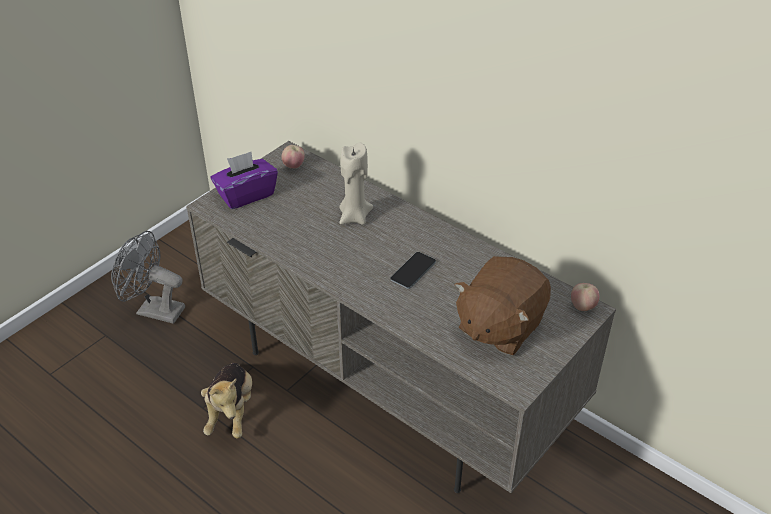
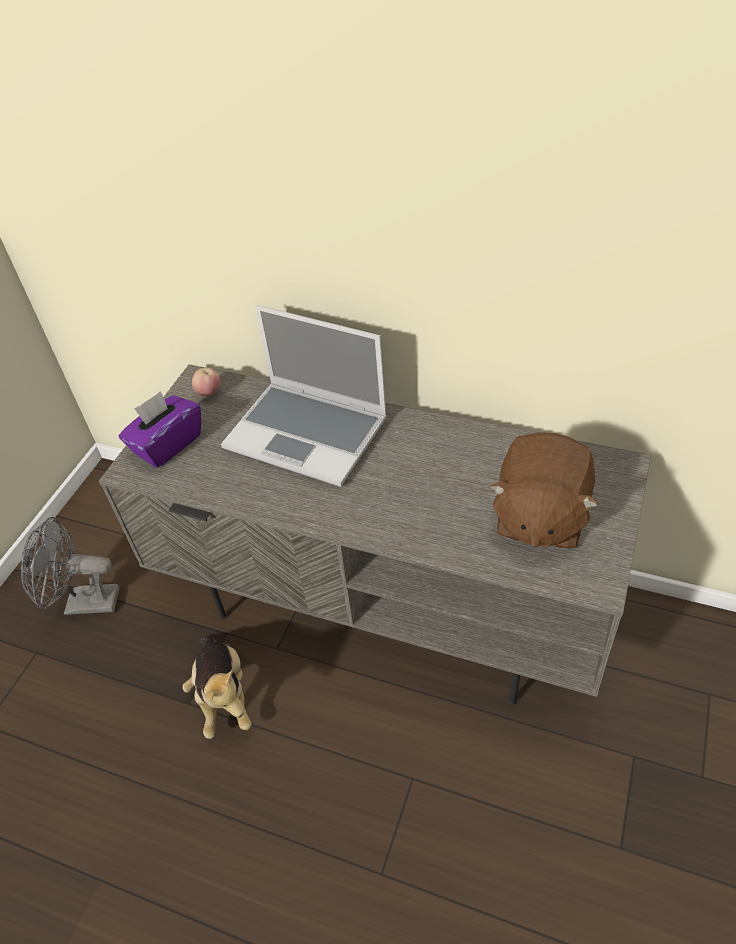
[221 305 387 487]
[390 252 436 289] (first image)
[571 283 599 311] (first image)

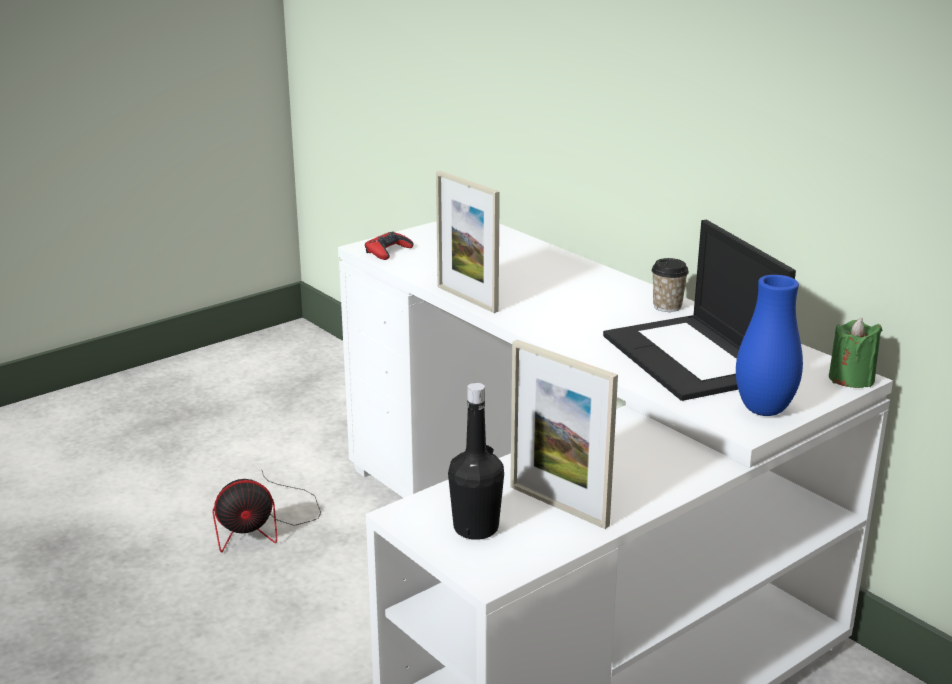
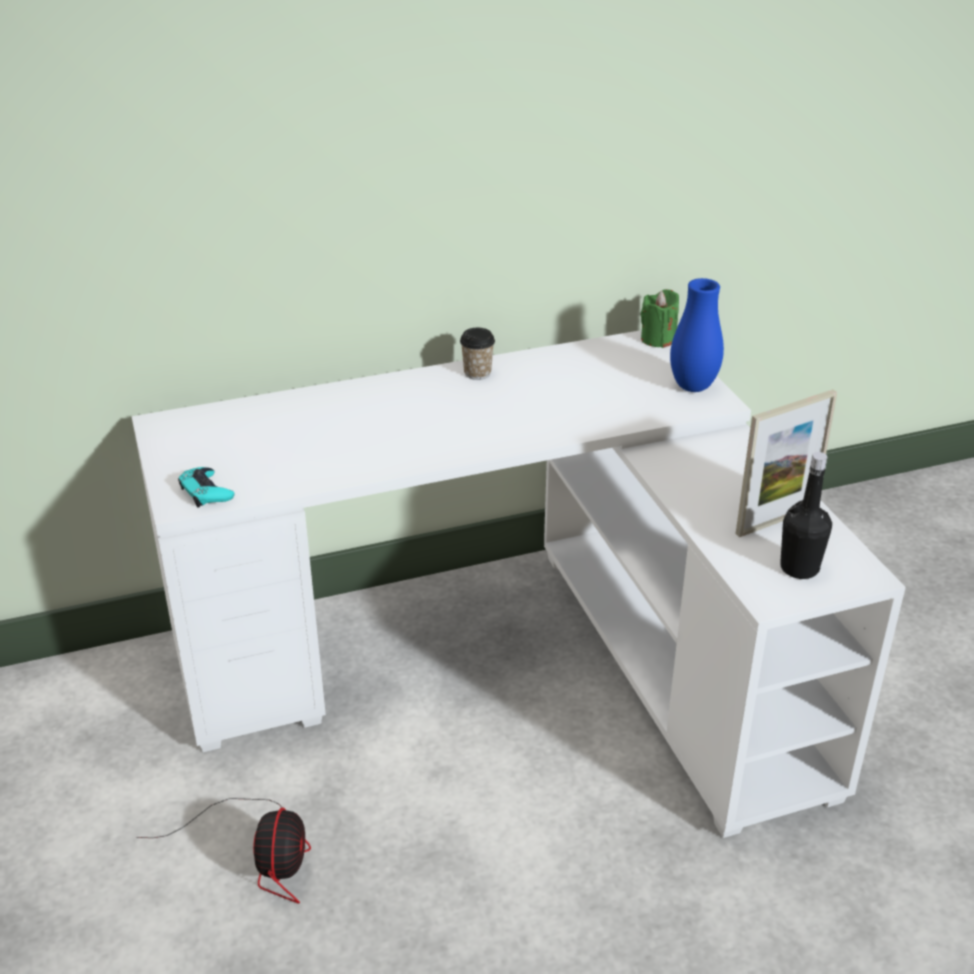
[178 467 235 508]
[436 171 500 313] (first image)
[603 220 796 401] (first image)

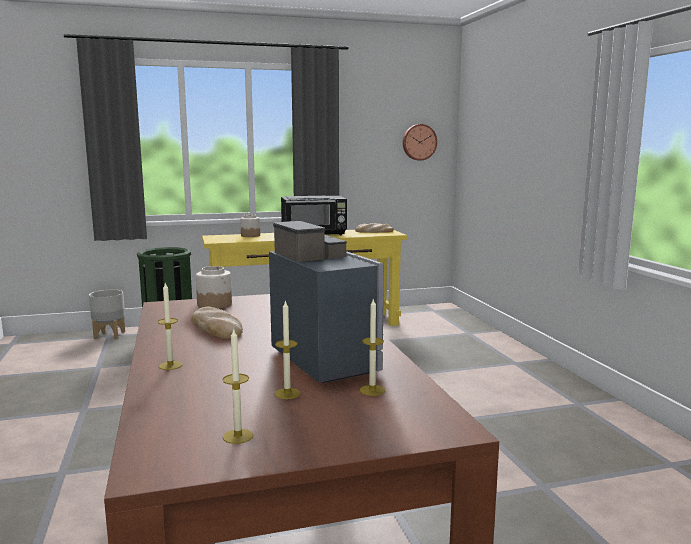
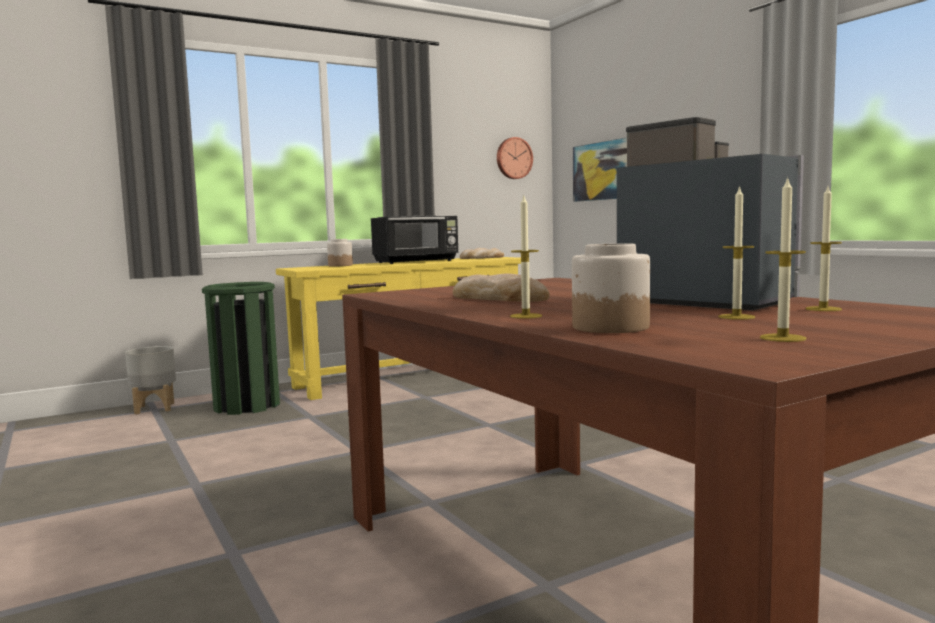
[572 243 650 333]
[573 138 627 202]

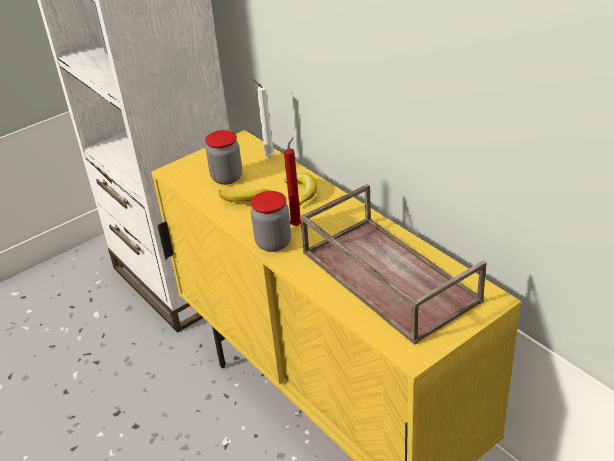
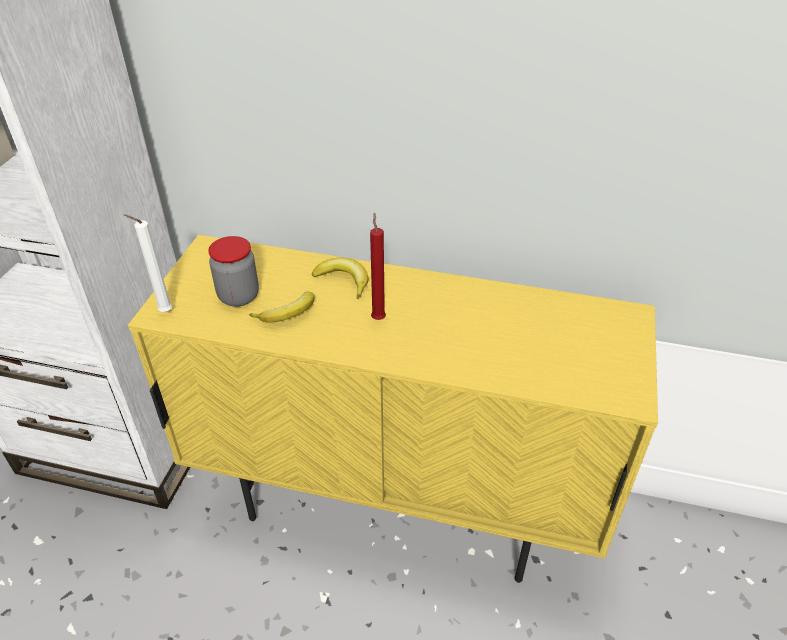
[251 191 291 252] (first image)
[124 214 172 312]
[300 184 487 345] (first image)

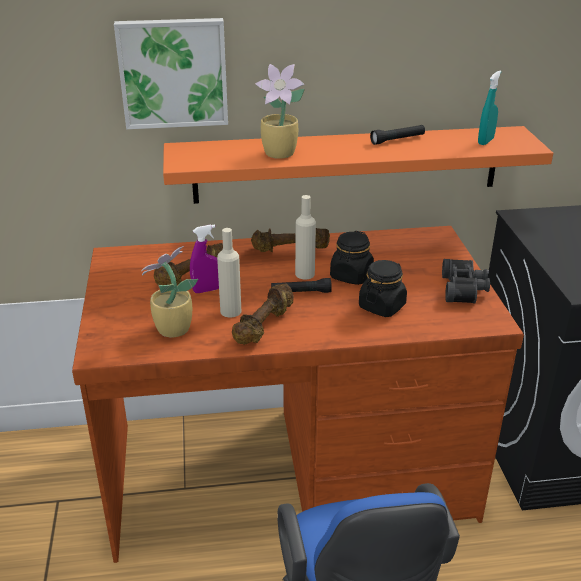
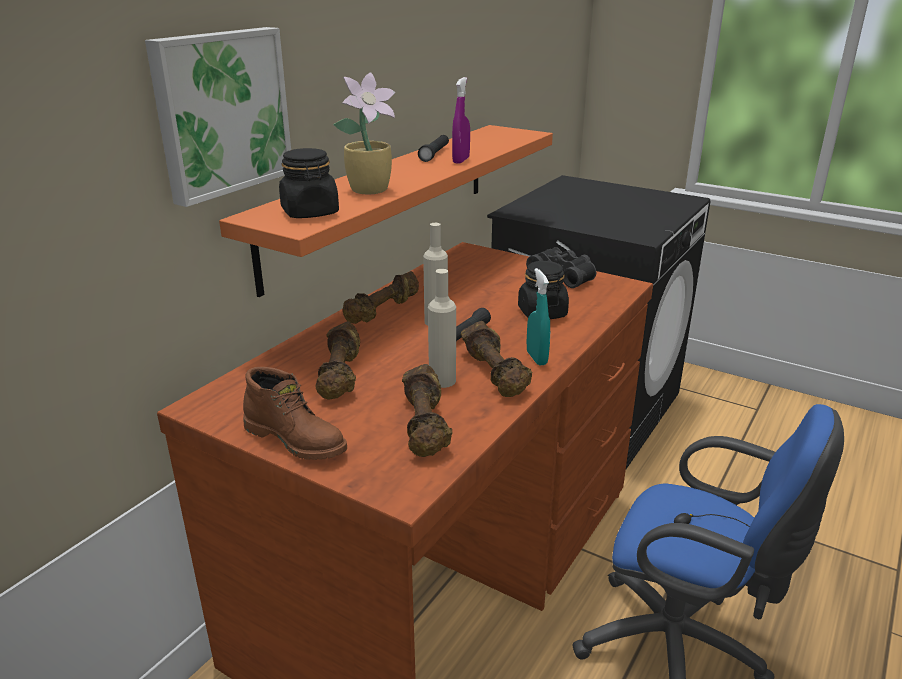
[402 364 453 457]
[452 77 470 164]
[279 148 339 218]
[527 268 550 366]
[243 367 347 460]

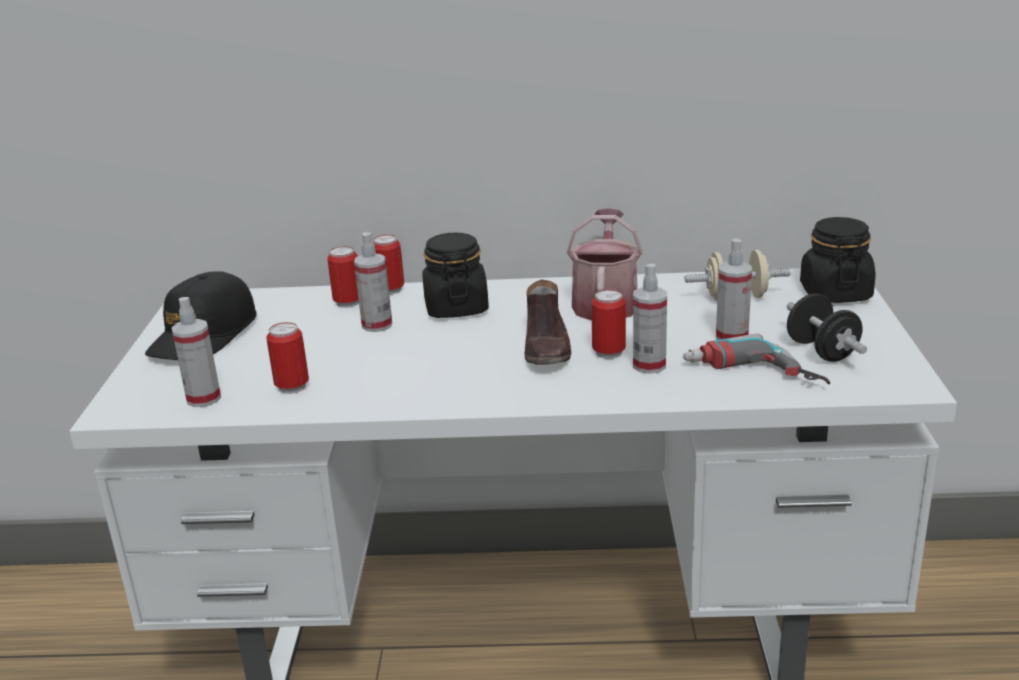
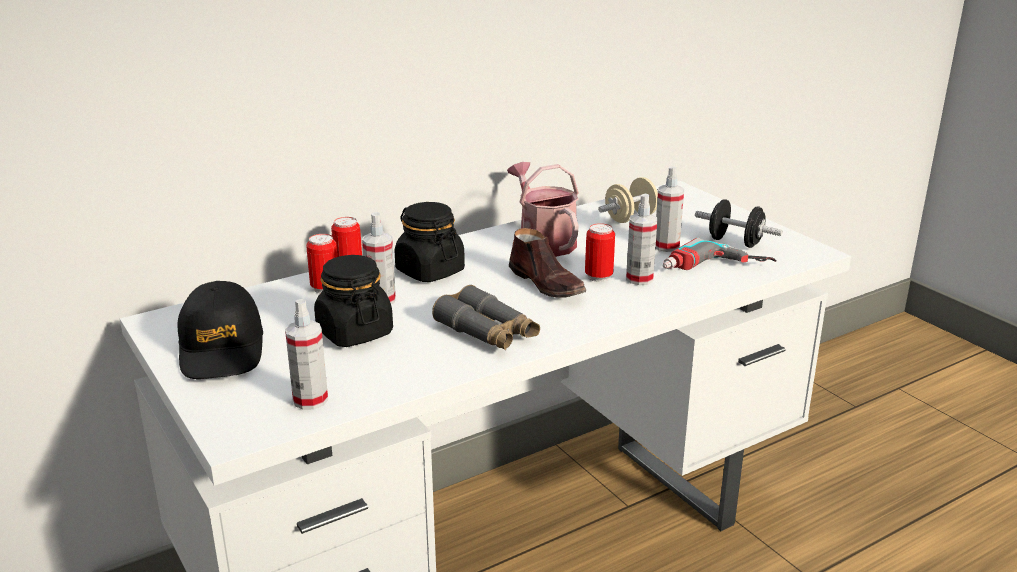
[266 322 309 394] (first image)
[314 255 393 347]
[432 285 540 350]

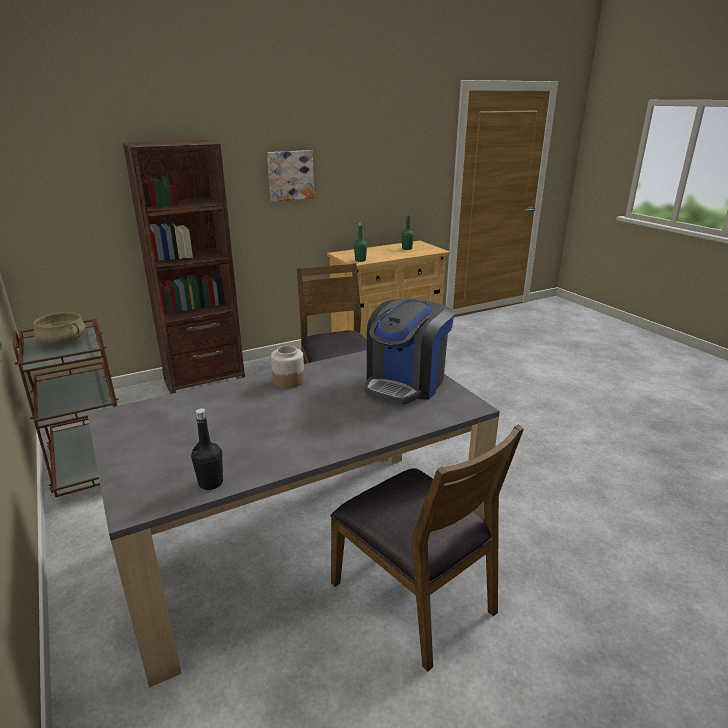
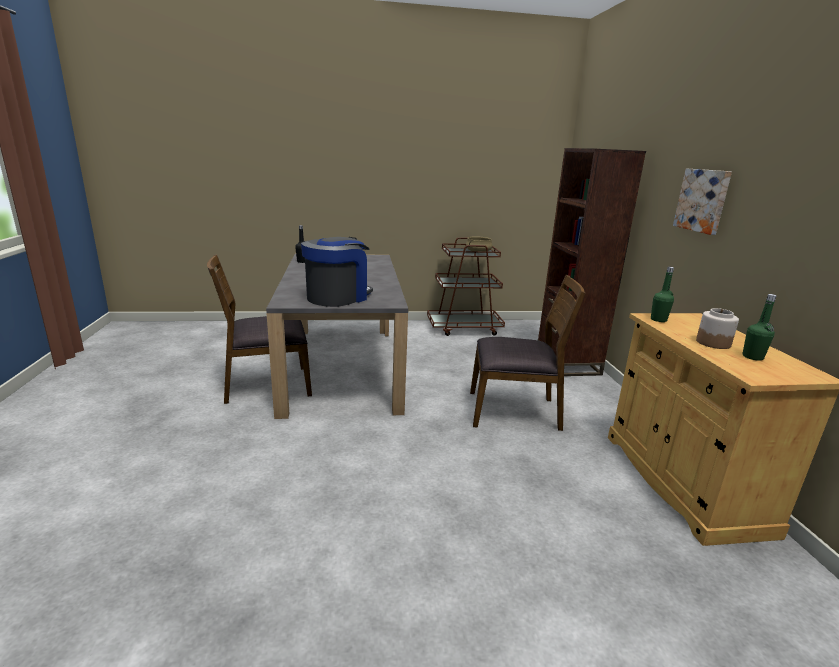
[696 308 739 349]
[301 237 373 307]

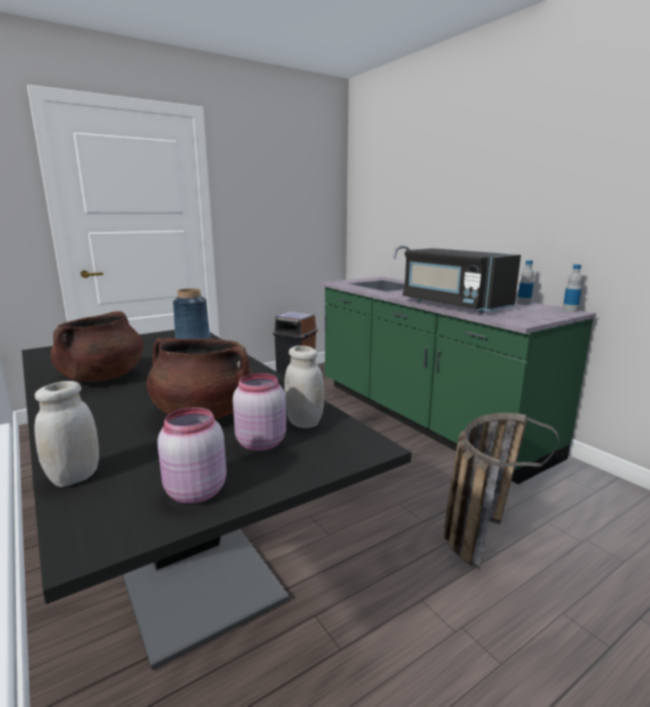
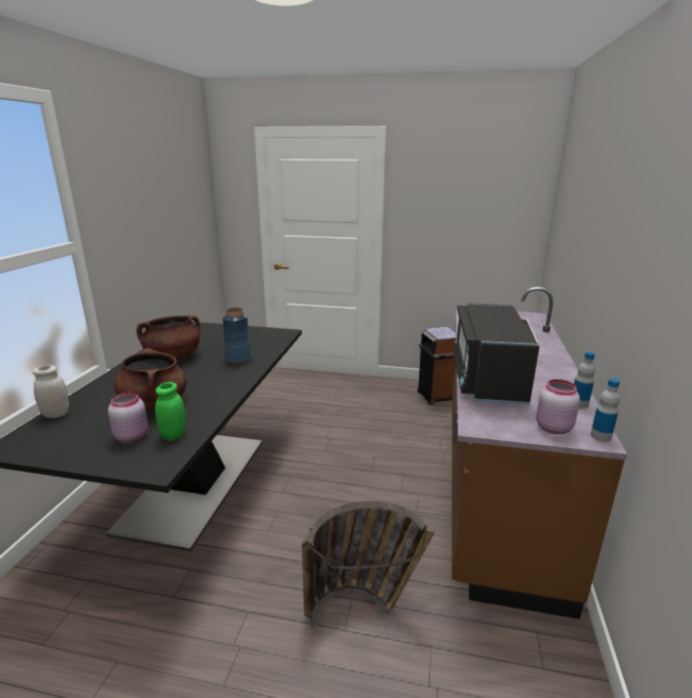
[536 379 580 435]
[155 382 186 441]
[452 287 627 619]

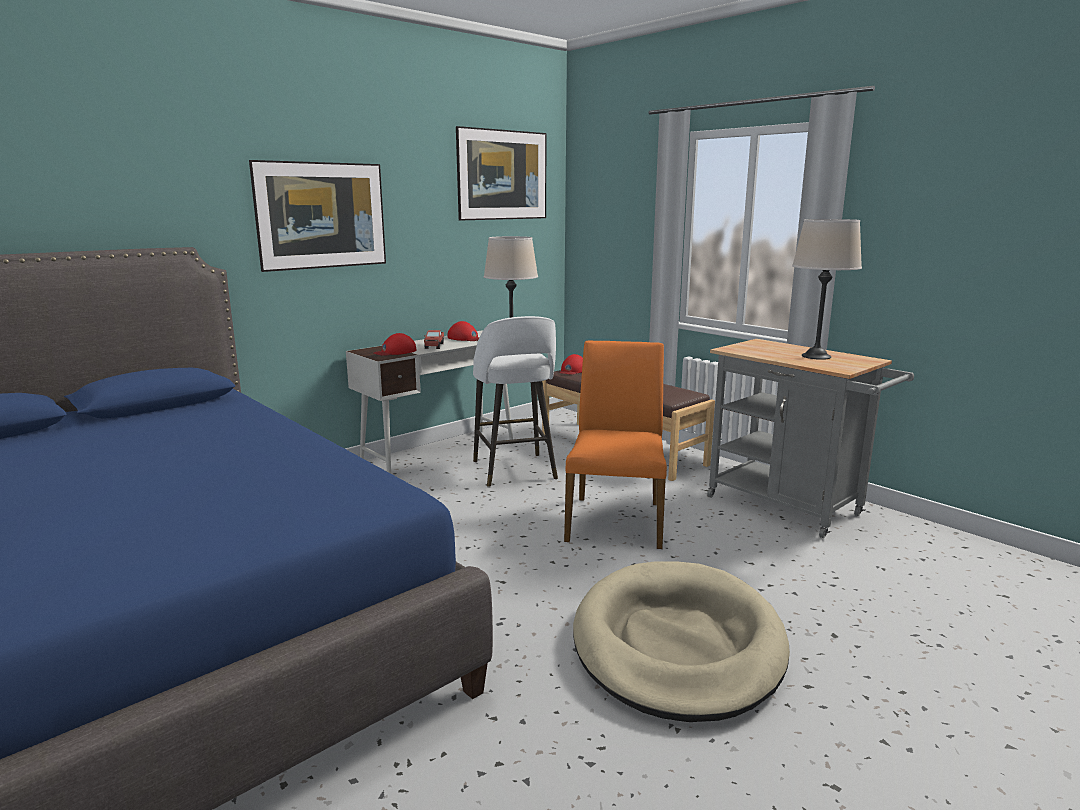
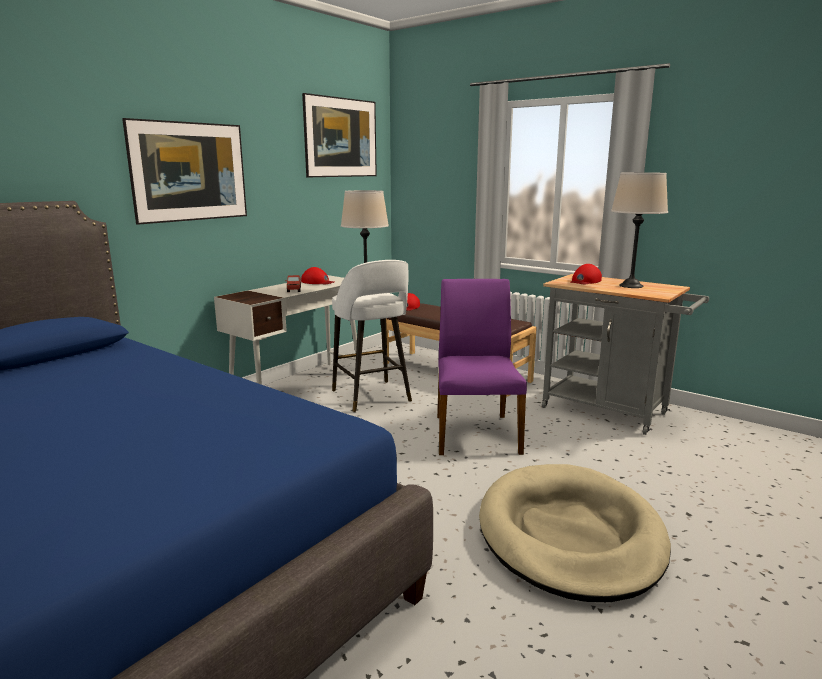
[570 264 602 285]
[437 279 527 455]

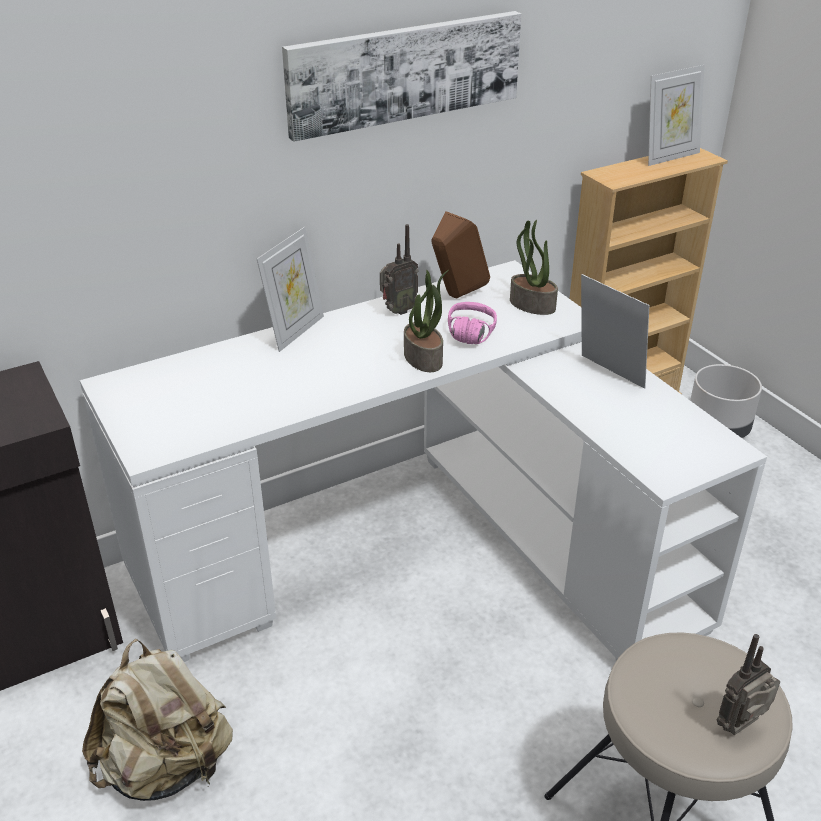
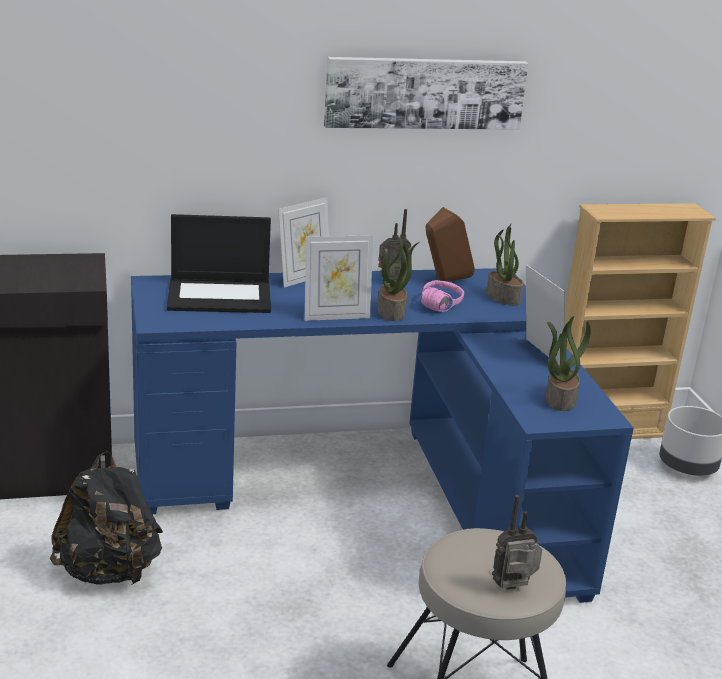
[131 268 634 603]
[50 451 163 585]
[305 235 373 321]
[167 214 271 313]
[546 316 591 411]

